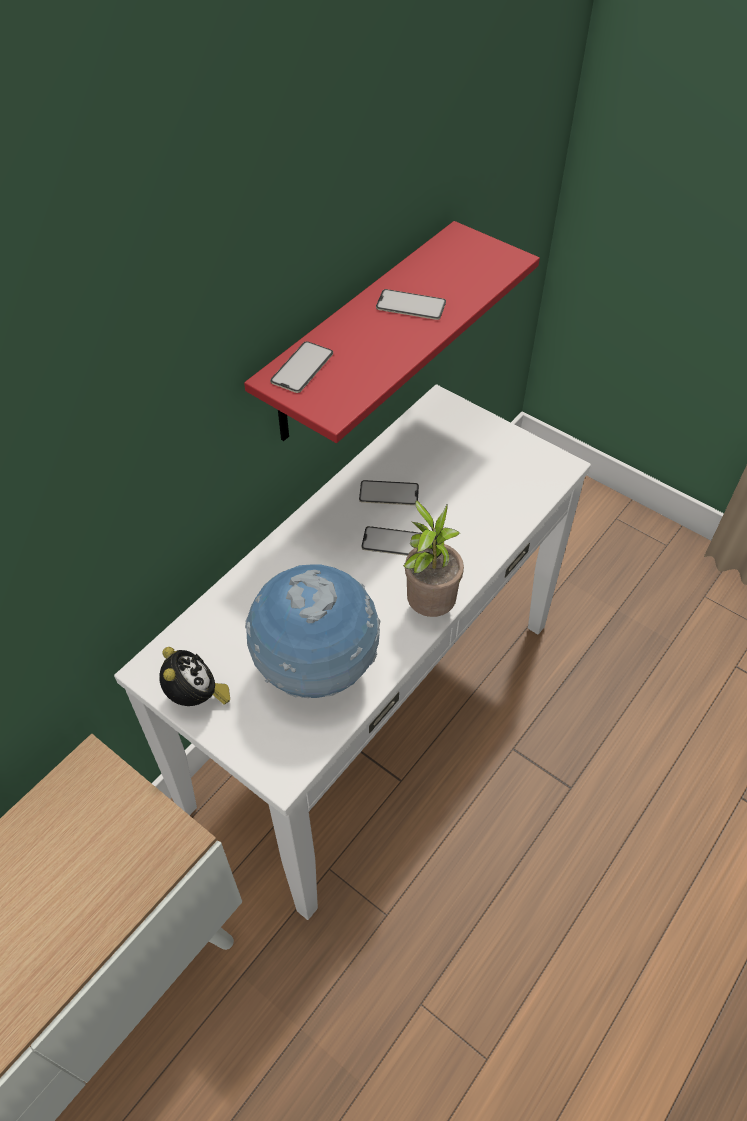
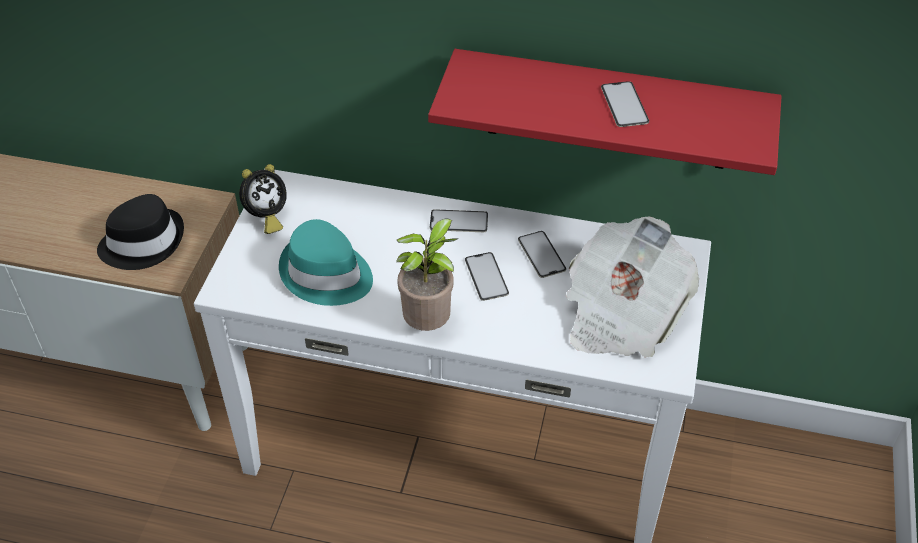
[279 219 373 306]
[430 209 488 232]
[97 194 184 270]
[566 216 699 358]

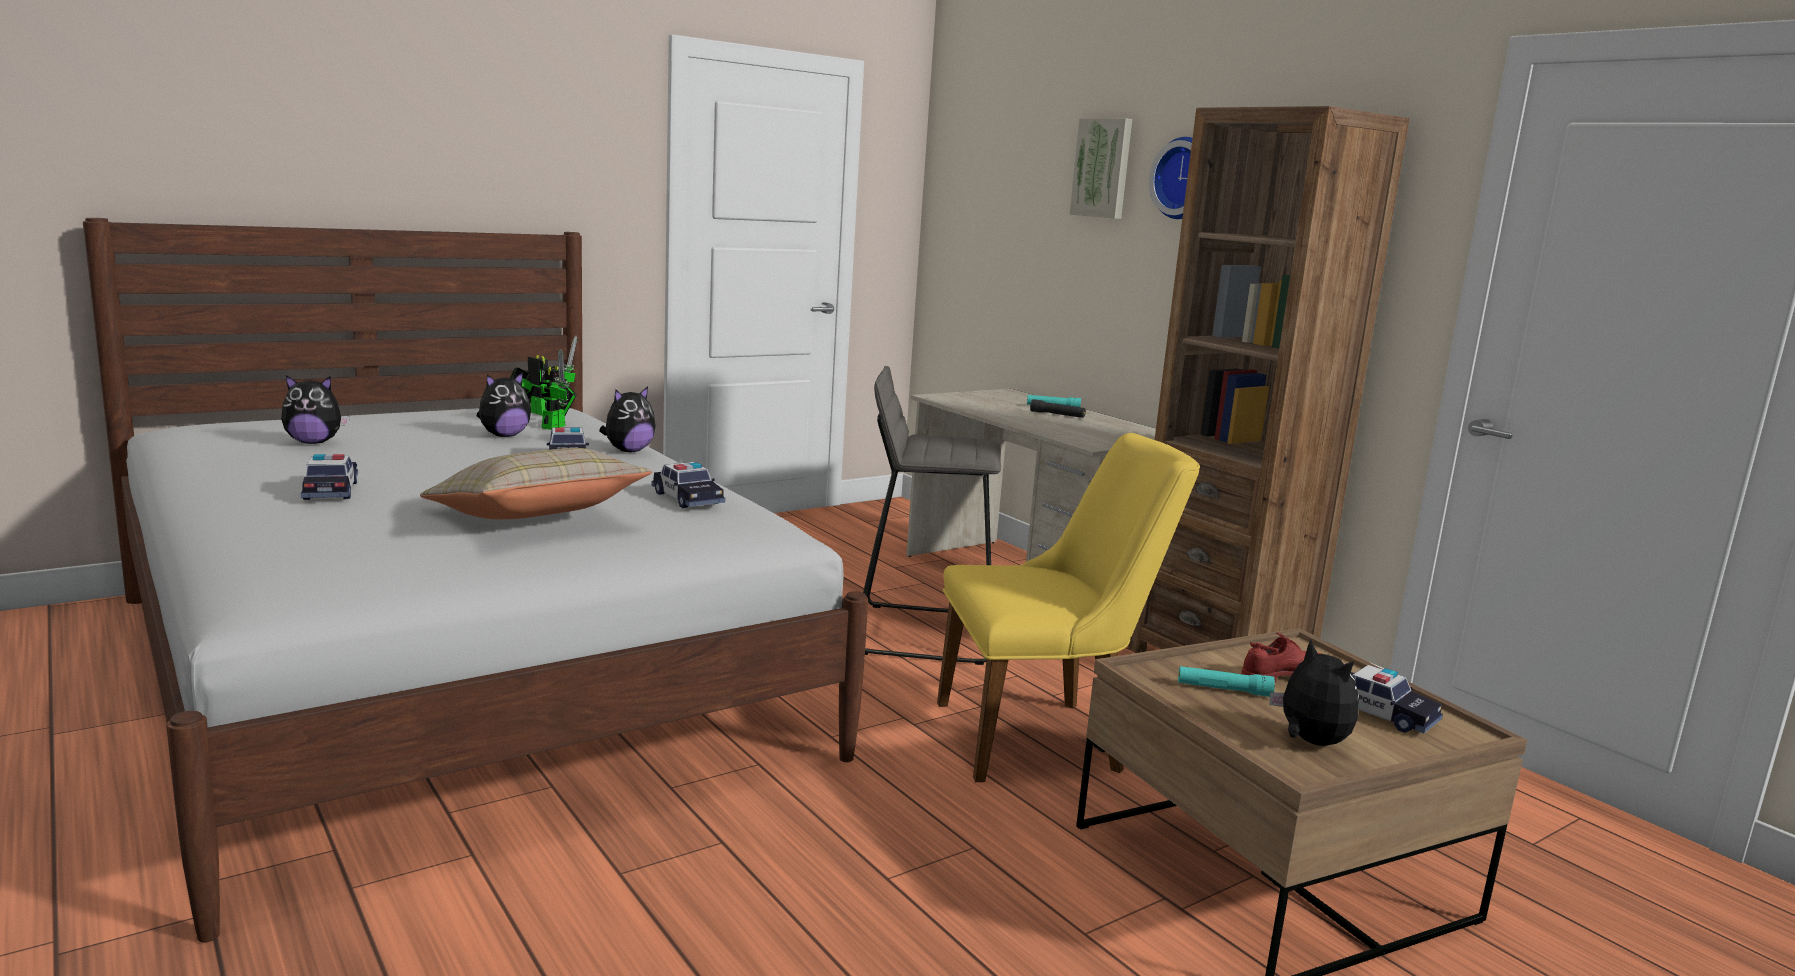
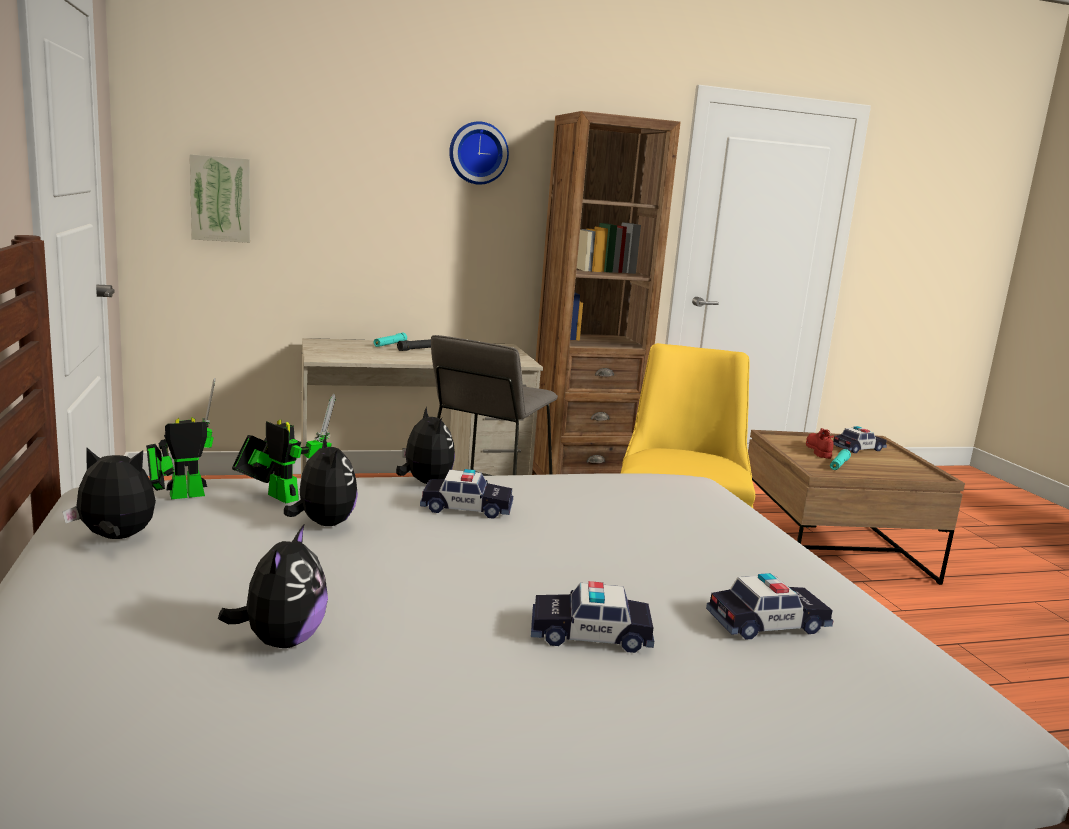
[420 448 652 519] (first image)
[706 573 834 640]
[190 154 250 243]
[63 447 156 539]

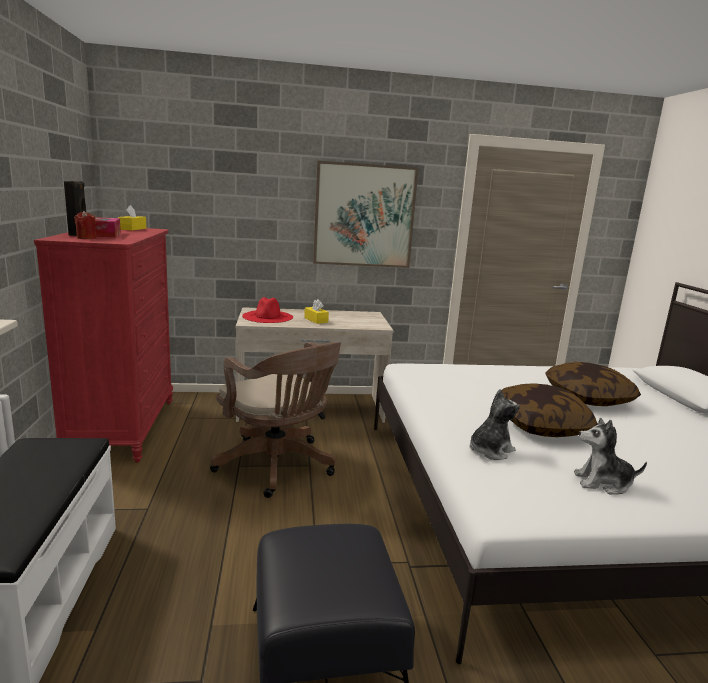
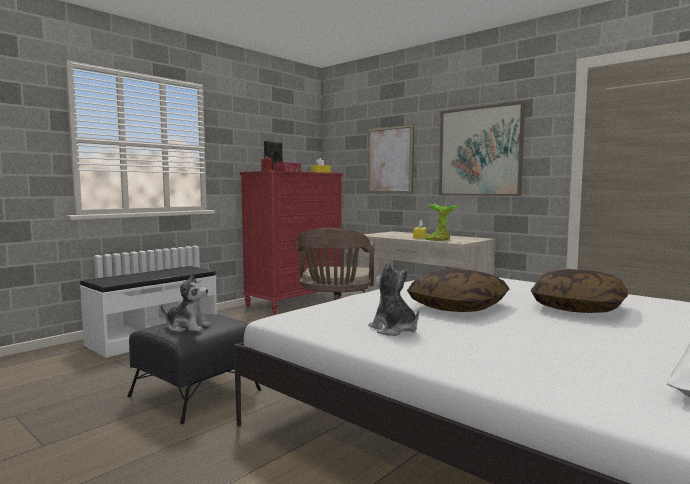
[242 297 293 323] (first image)
[160 273 210 332]
[368 124 414 193]
[425 204 459 241]

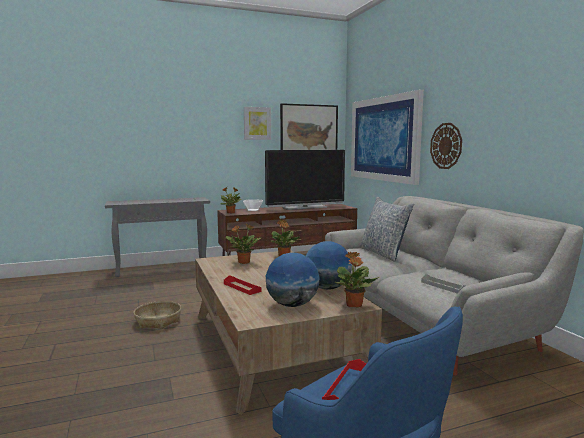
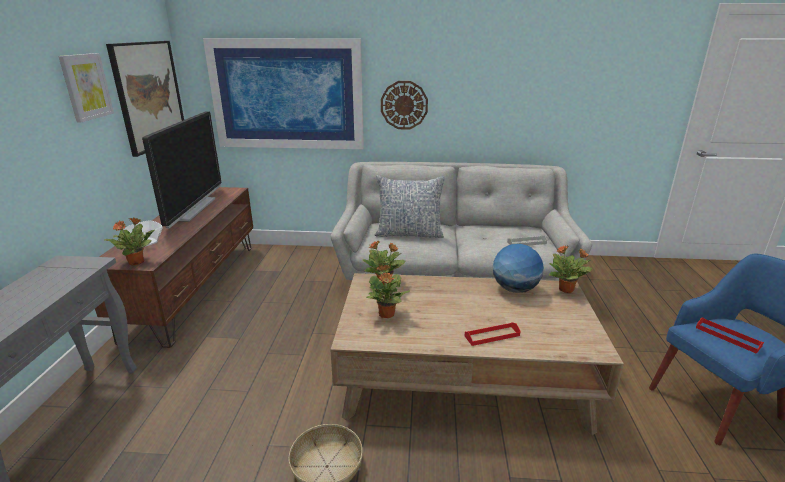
[266 253 319 307] (first image)

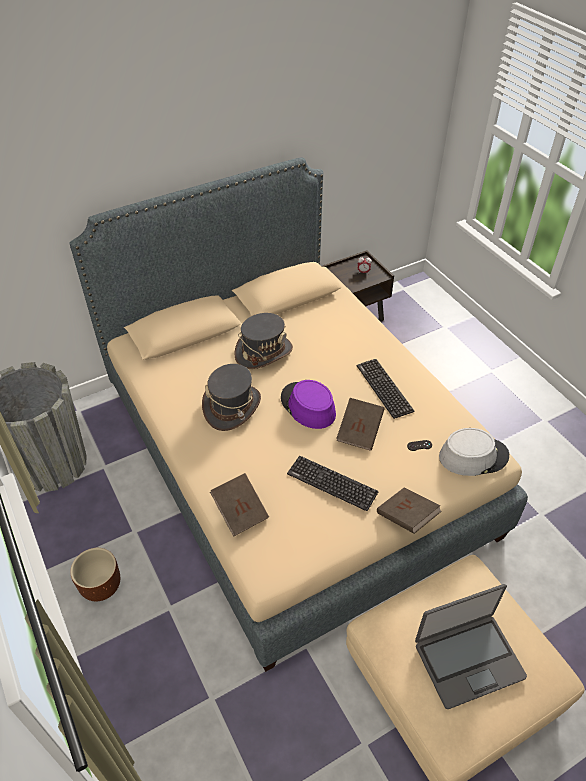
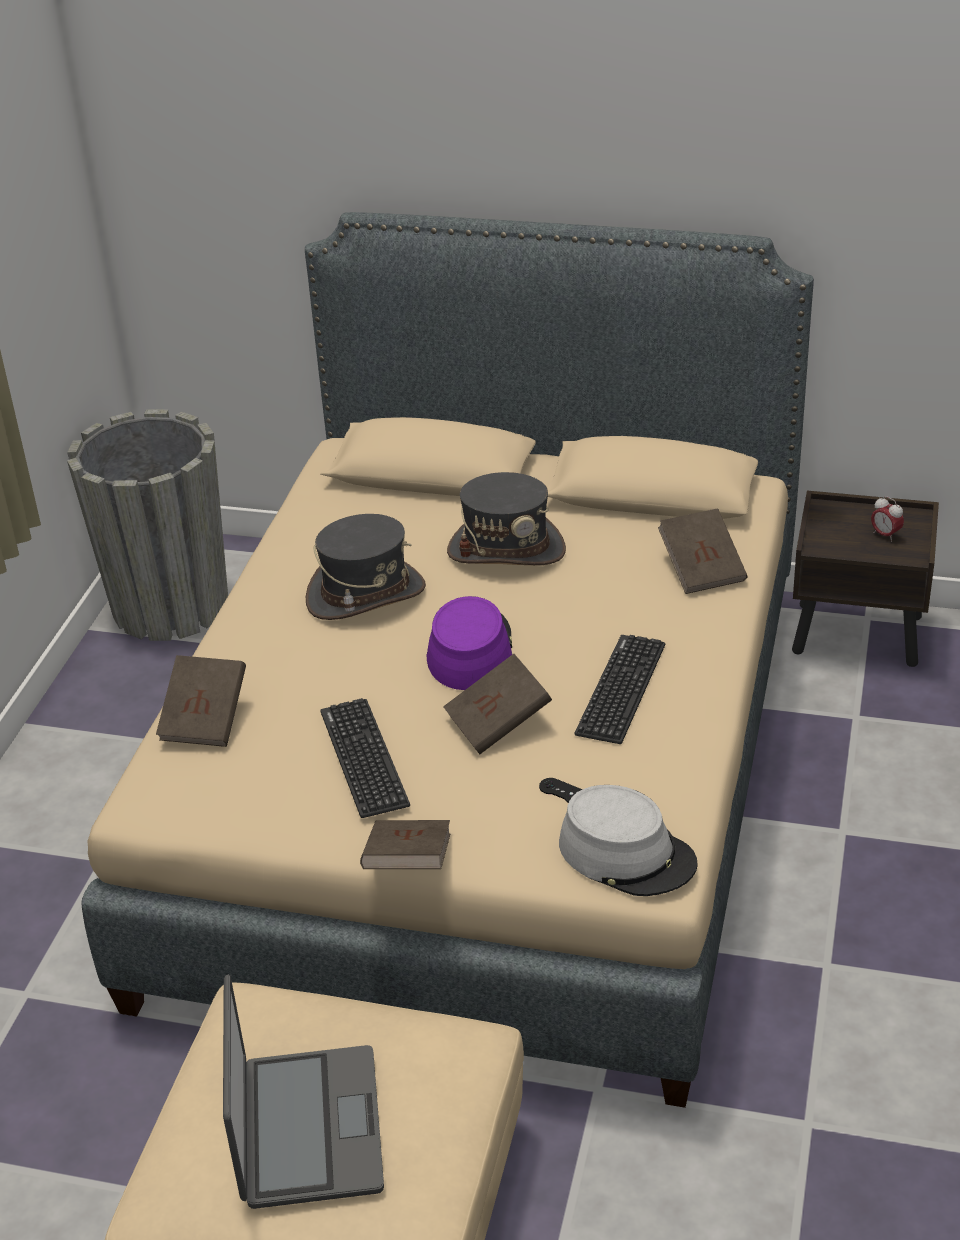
[70 548 120 601] (first image)
[223 974 384 1209]
[658 508 748 594]

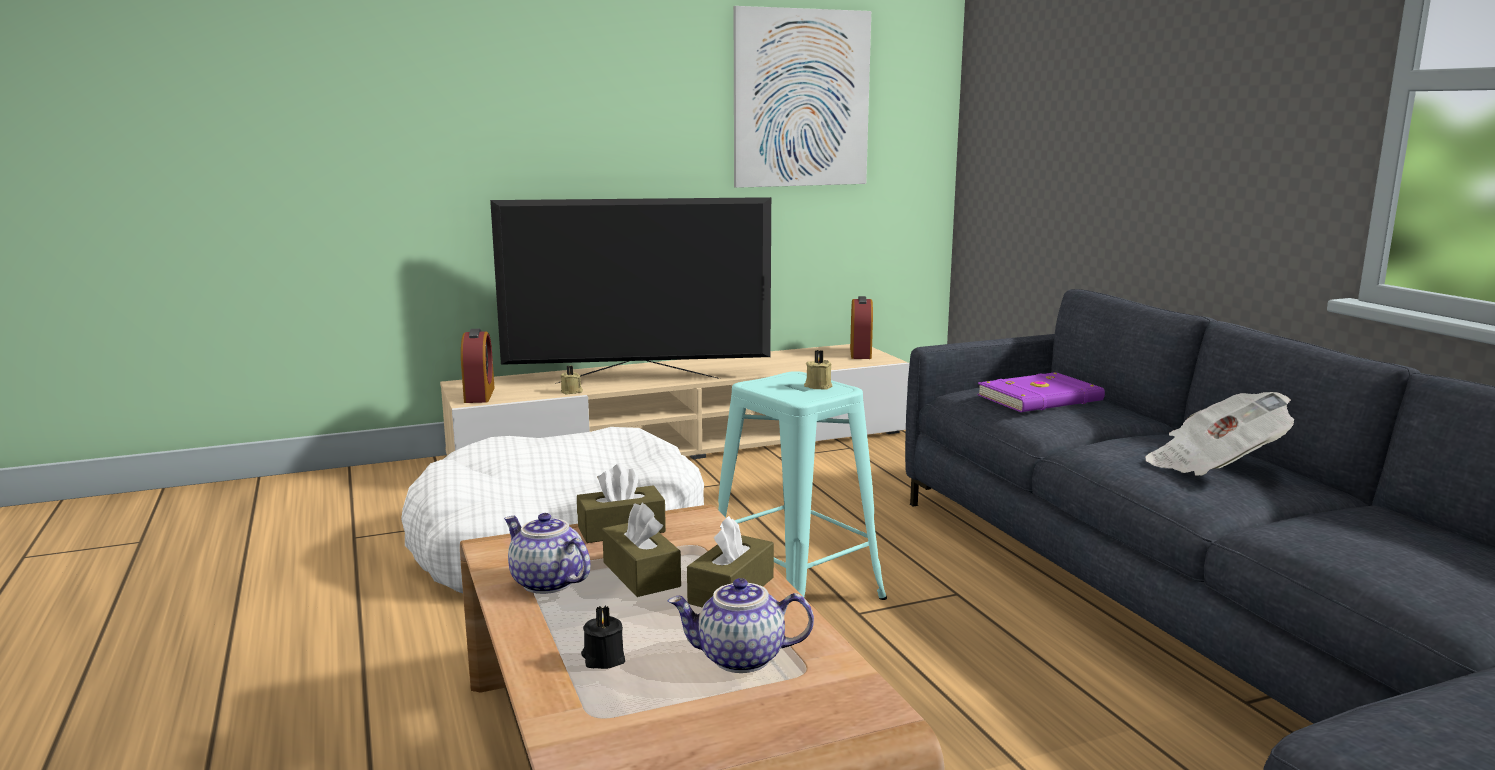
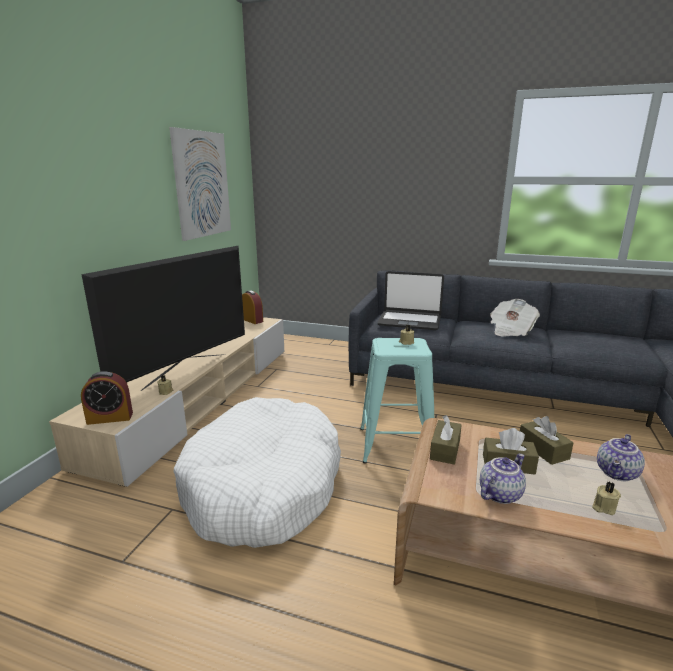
[81 371 133 425]
[480 454 526 504]
[592 482 621 515]
[377 271 444 330]

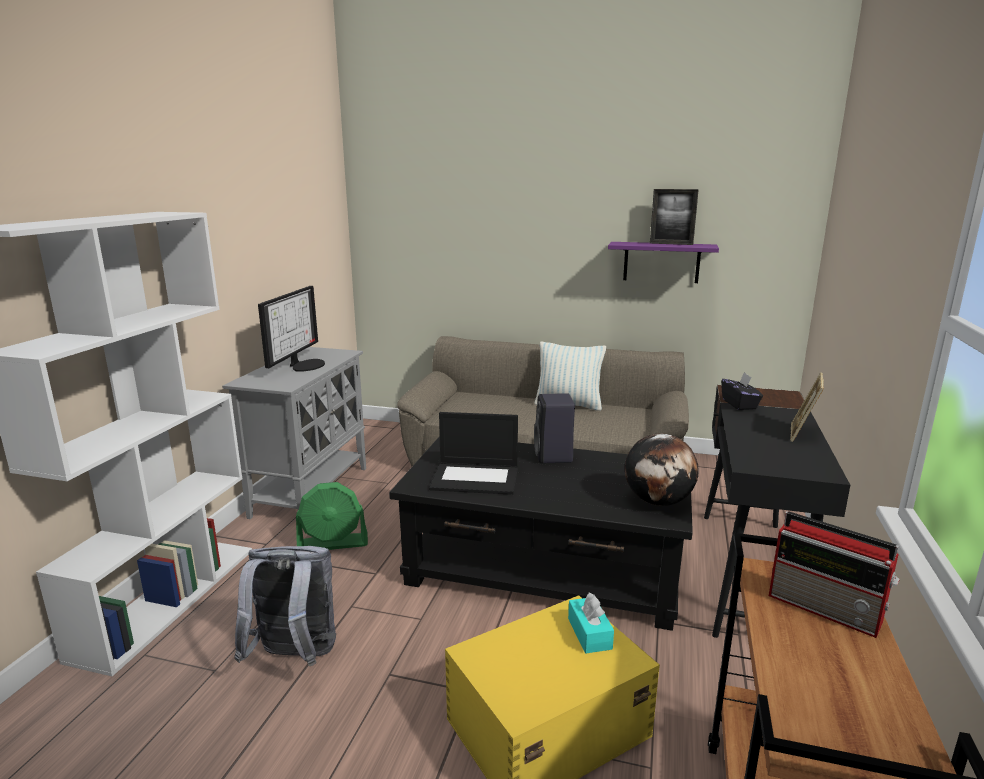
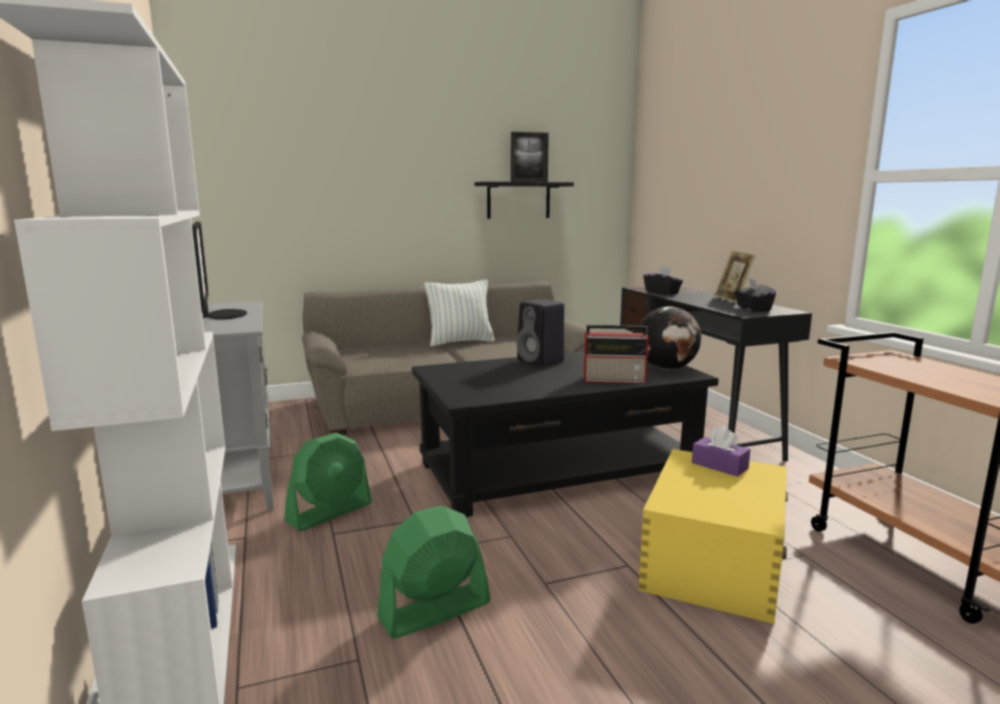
[377 506 491 638]
[429 412 518 495] (first image)
[692 426 751 477]
[475 182 574 219]
[584 325 650 384]
[735 277 776 312]

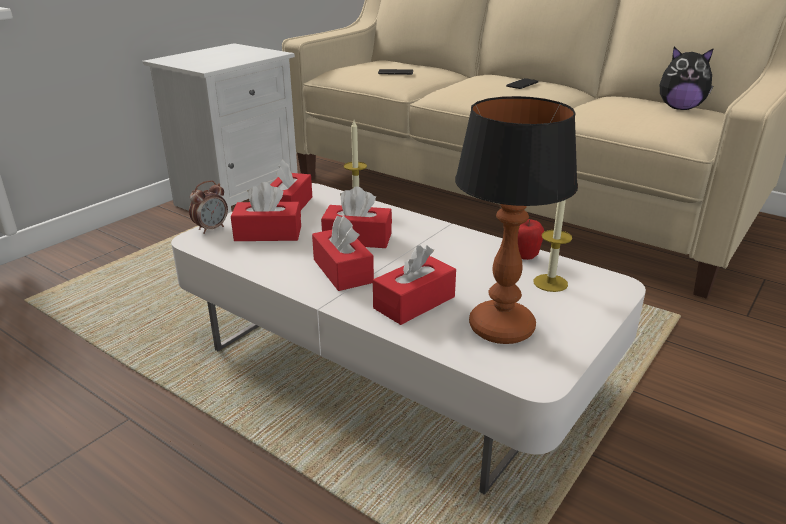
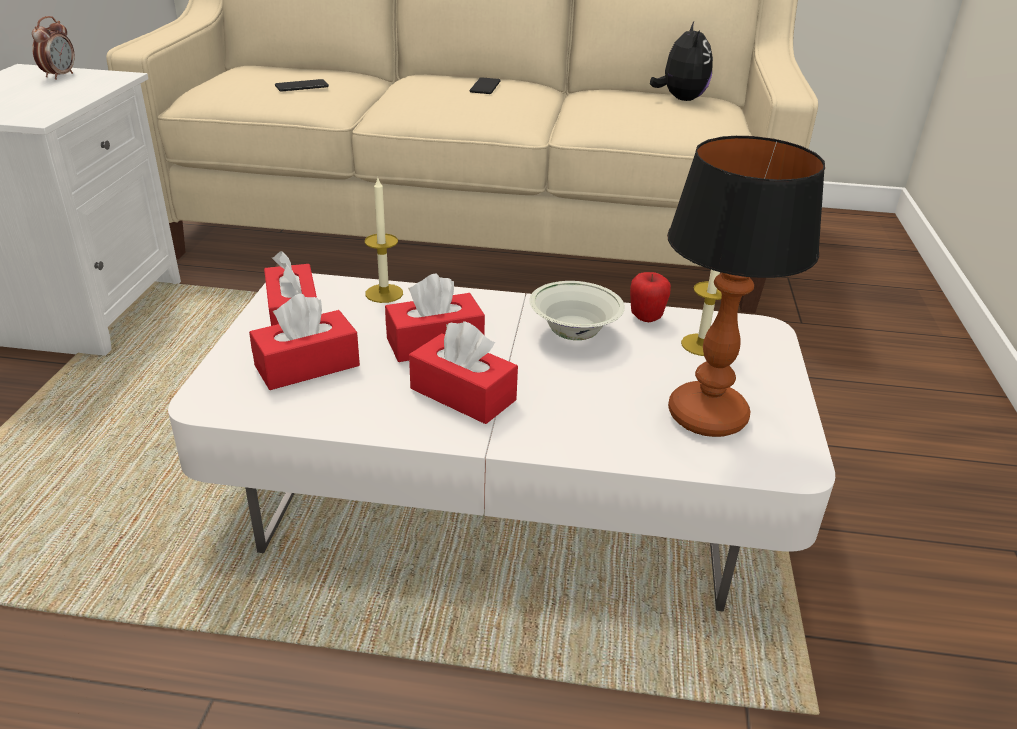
[32 16 75 80]
[373 245 456 325] (first image)
[650 22 713 101]
[529 281 625 340]

